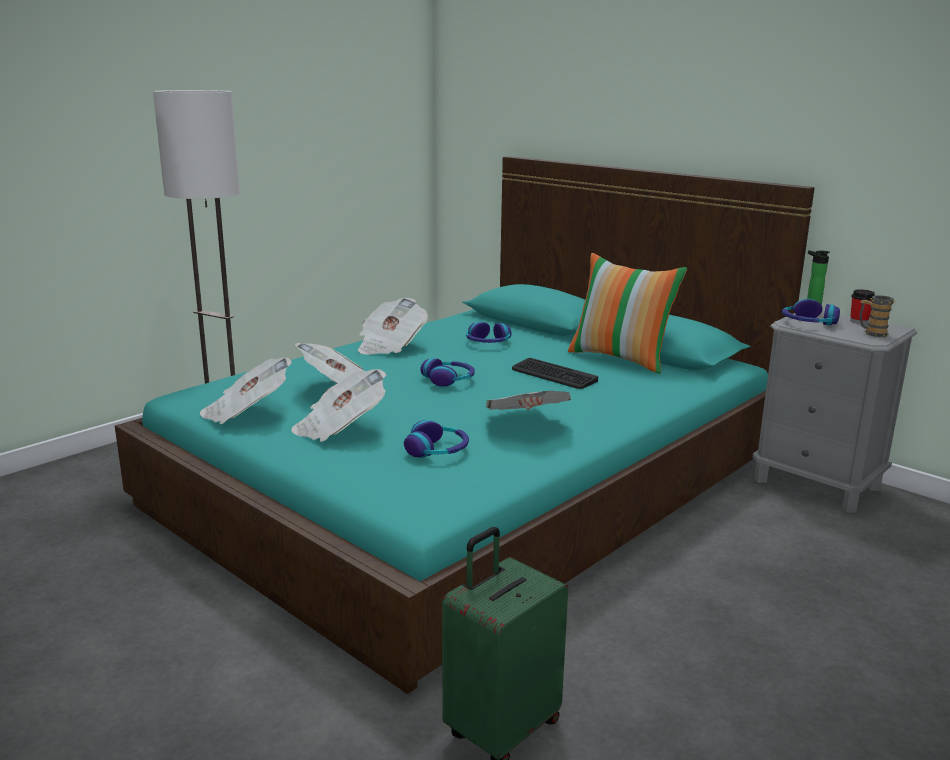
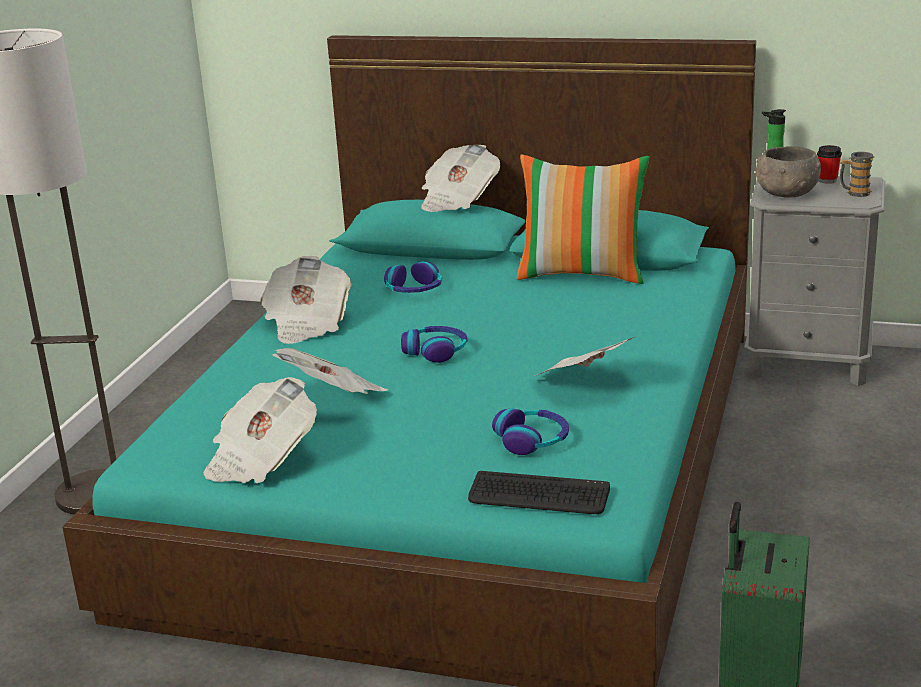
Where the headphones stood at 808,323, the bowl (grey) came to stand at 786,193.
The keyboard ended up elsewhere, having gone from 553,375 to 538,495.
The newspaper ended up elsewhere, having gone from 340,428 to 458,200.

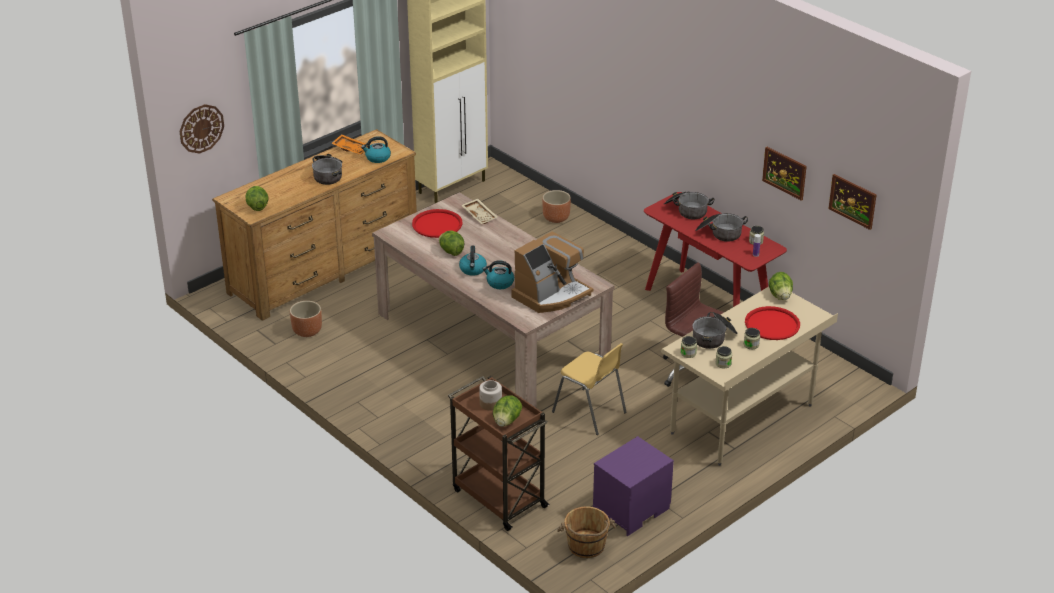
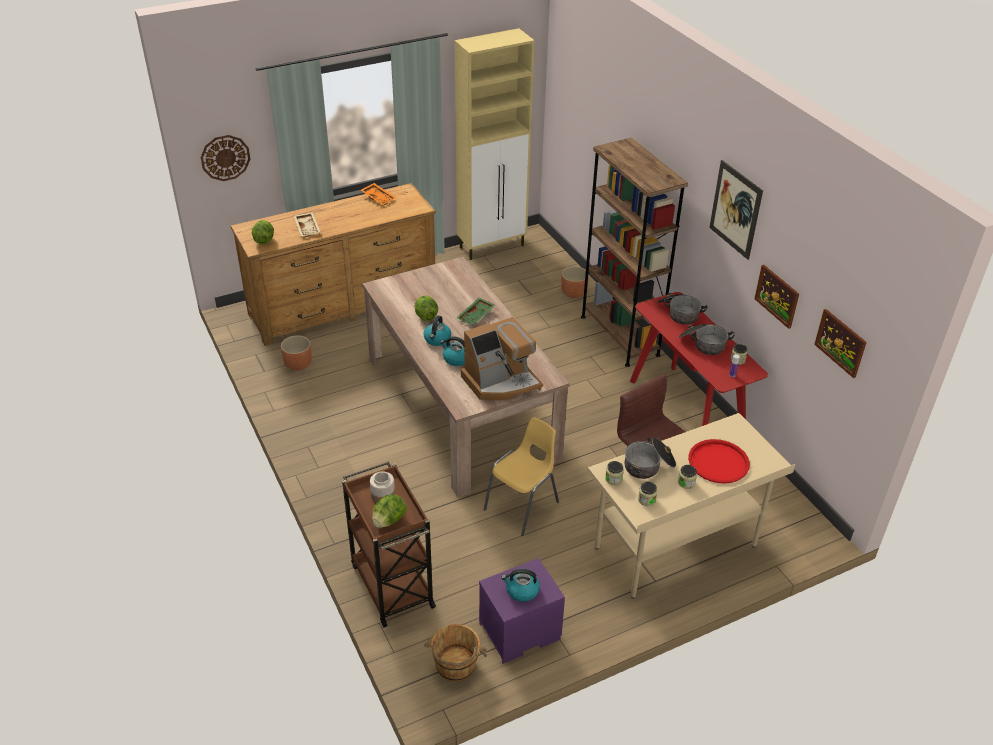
The kettle ended up elsewhere, having gone from 377,158 to 521,591.
The second view lost the cooking pot at 328,175.
The tray (beige) ended up elsewhere, having gone from 480,215 to 308,228.
The second view lost the tray (red) at 437,224.
The second view lost the lettuce at 780,296.
The chair (yellow) at 590,412 ended up facing another way, 105 degrees counterclockwise from before.
The second view gained the bookcase (brown) at 619,335.
The second view gained the picture at 735,209.
The second view gained the tray (green) at 476,316.

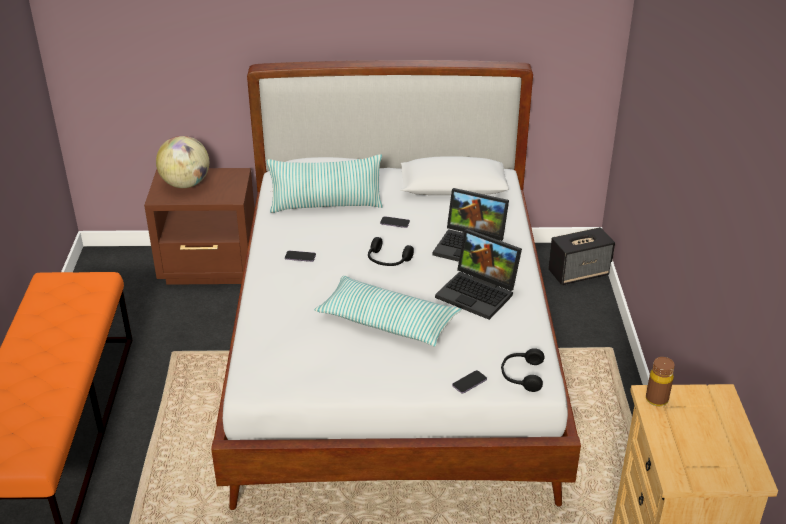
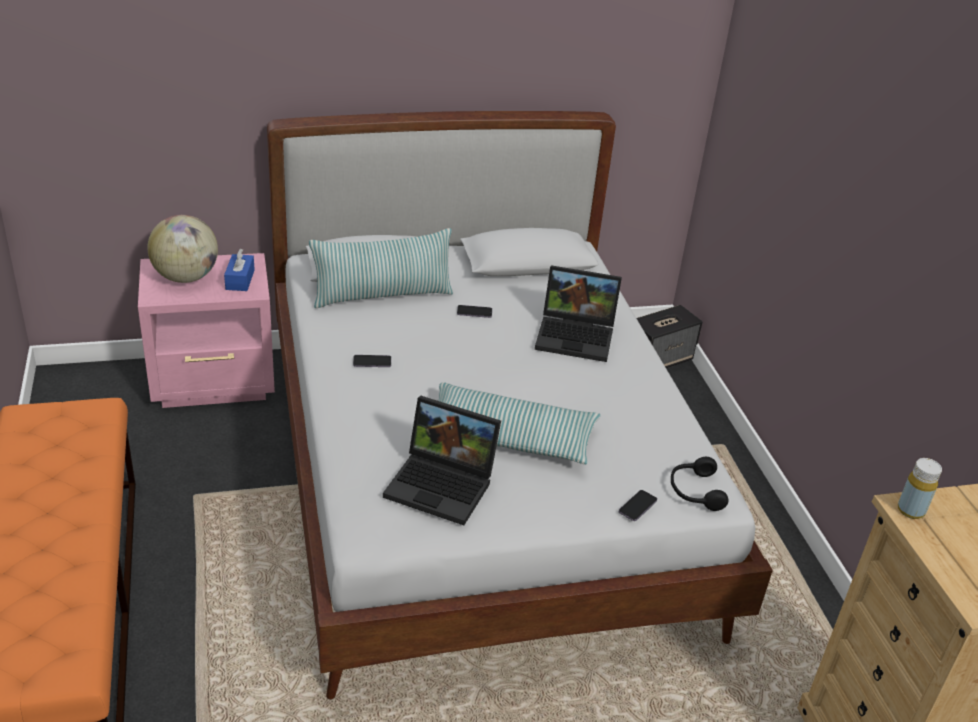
What was the nightstand (brown) at 210,268 turned into the nightstand (pink) at 215,383.
The laptop ended up elsewhere, having gone from 479,293 to 443,485.
The second view lost the headphones (black) at 387,260.
What was the bottle (brown) at 656,399 turned into the bottle (yellow) at 911,510.
The second view gained the tissue box (blue) at 240,280.

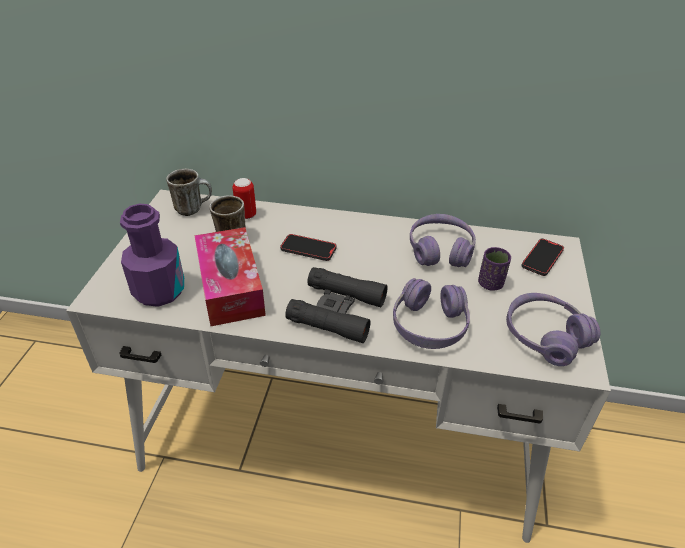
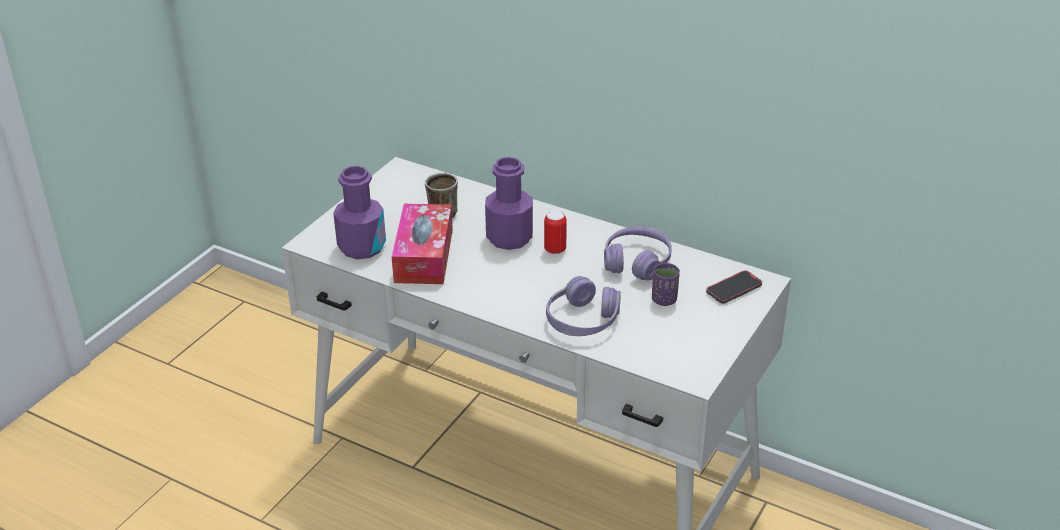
The second view lost the mug at 194,208.
The can ended up elsewhere, having gone from 246,215 to 555,250.
Where the phone stood at 308,249, the bottle (purple) came to stand at 509,238.
The second view lost the binoculars (black) at 337,311.
The second view lost the headphones (purple) at 545,336.

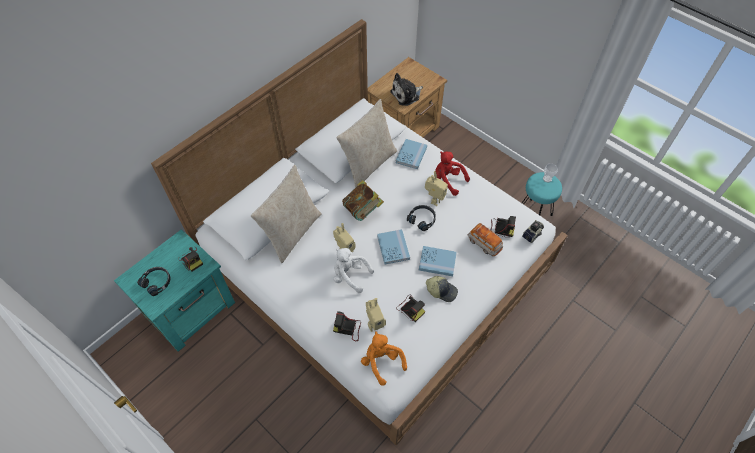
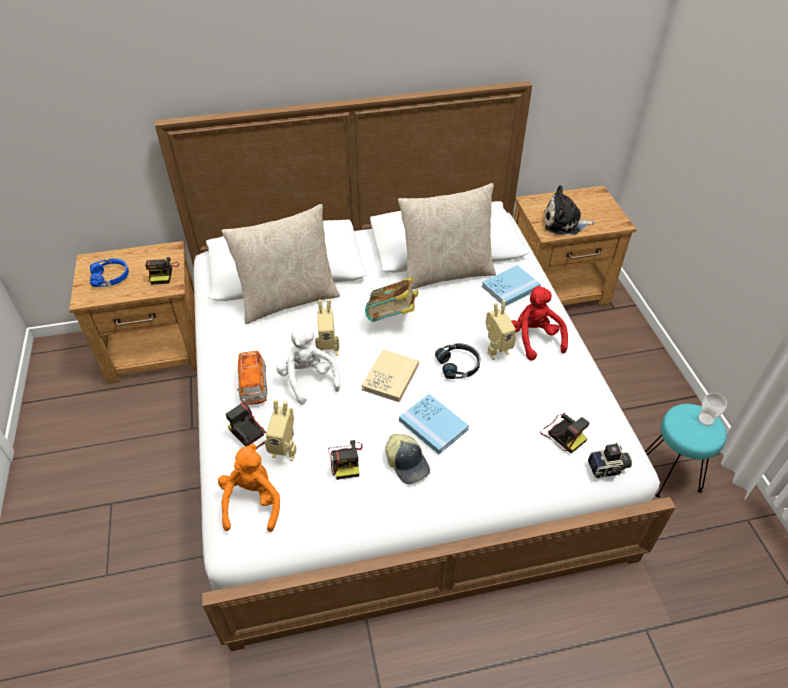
The toy car ended up elsewhere, having gone from 484,244 to 253,386.
What was the nightstand (turquoise) at 191,309 turned into the nightstand (brown) at 158,349.
What was the book (blue) at 393,247 turned into the book (beige) at 390,377.
What was the headphones (black) at 157,282 turned into the headphones (blue) at 111,277.

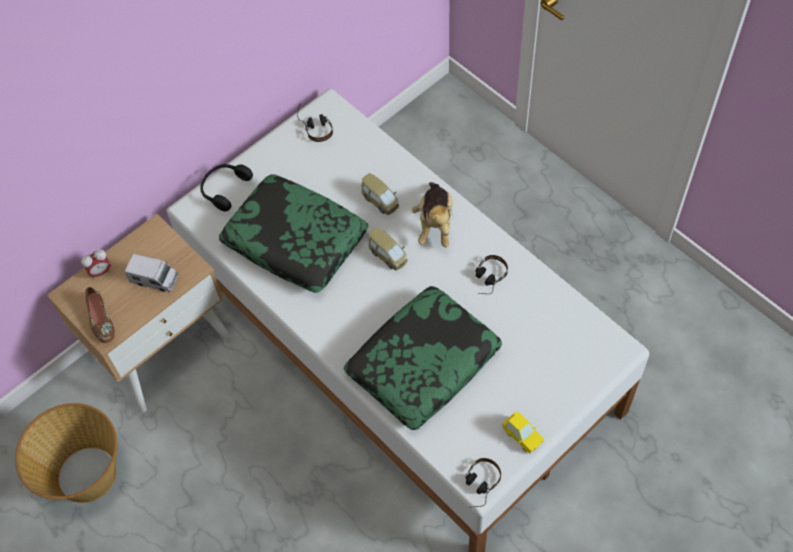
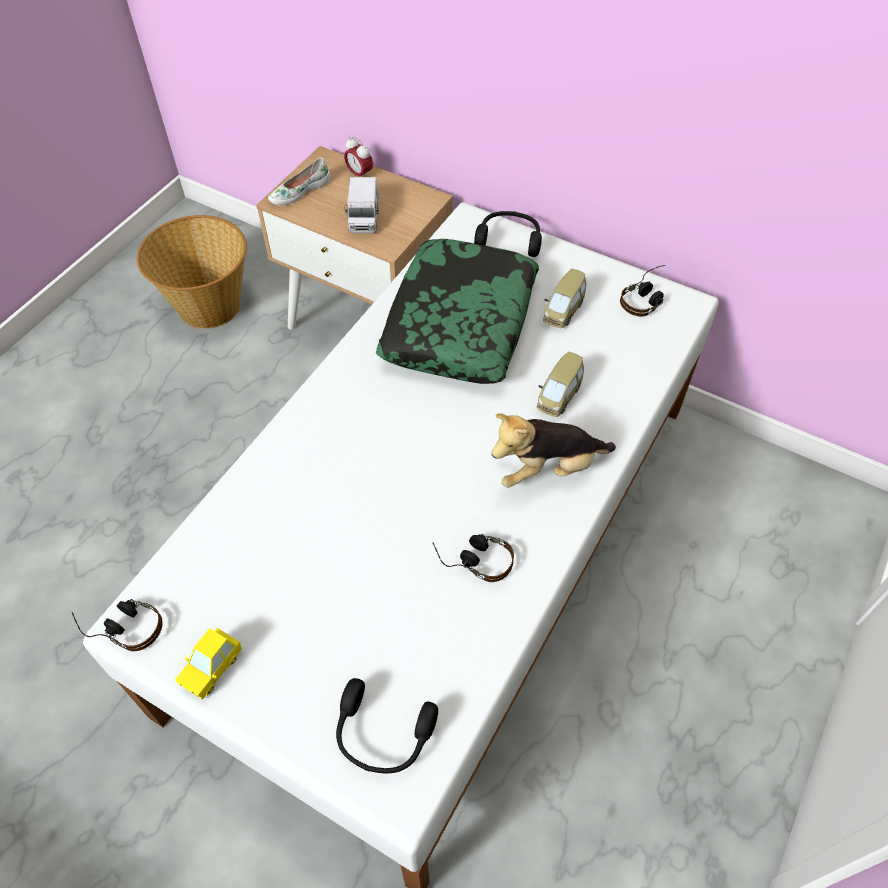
The toy car ended up elsewhere, having gone from 388,255 to 563,310.
The second view lost the pillow at 423,362.
What was the shoe (brown) at 100,320 turned into the shoe (white) at 299,191.
The second view gained the headphones (black) at 382,735.

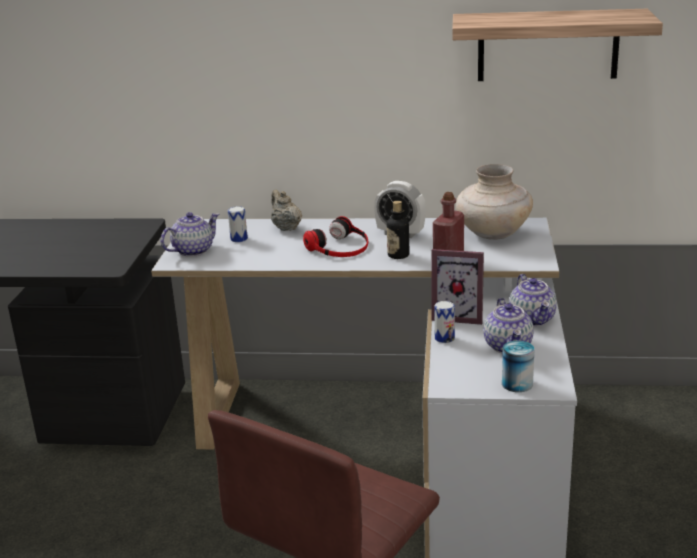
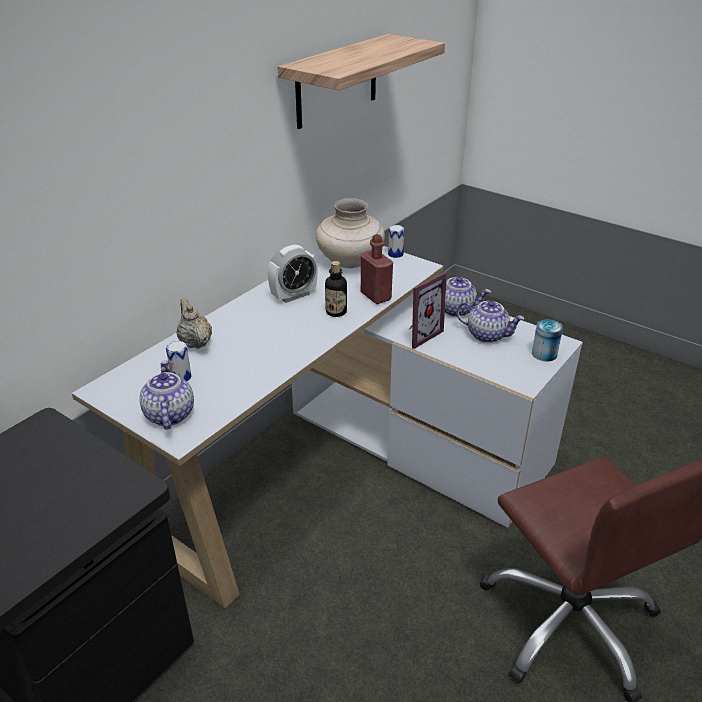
The teapot (beige) at 286,228 ended up facing another way, 60 degrees clockwise from before.
The second view lost the headphones at 340,247.
The can ended up elsewhere, having gone from 444,338 to 395,254.

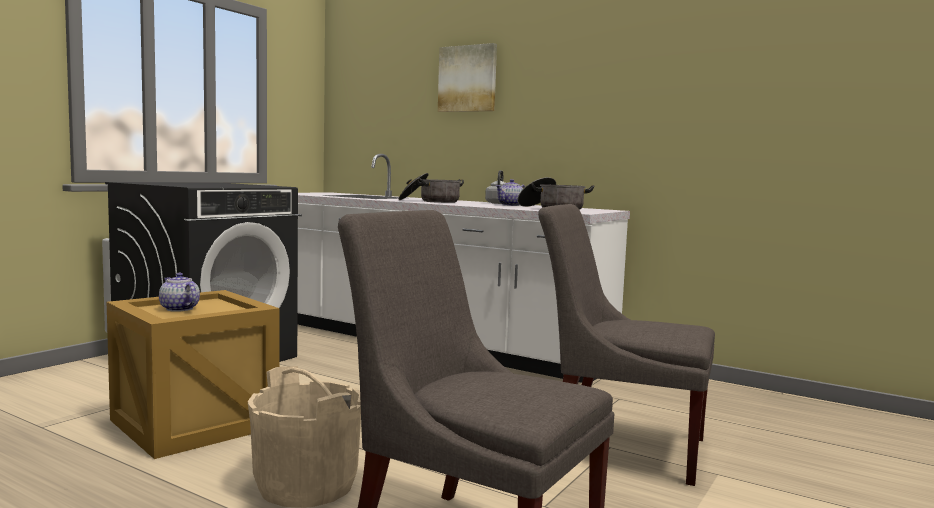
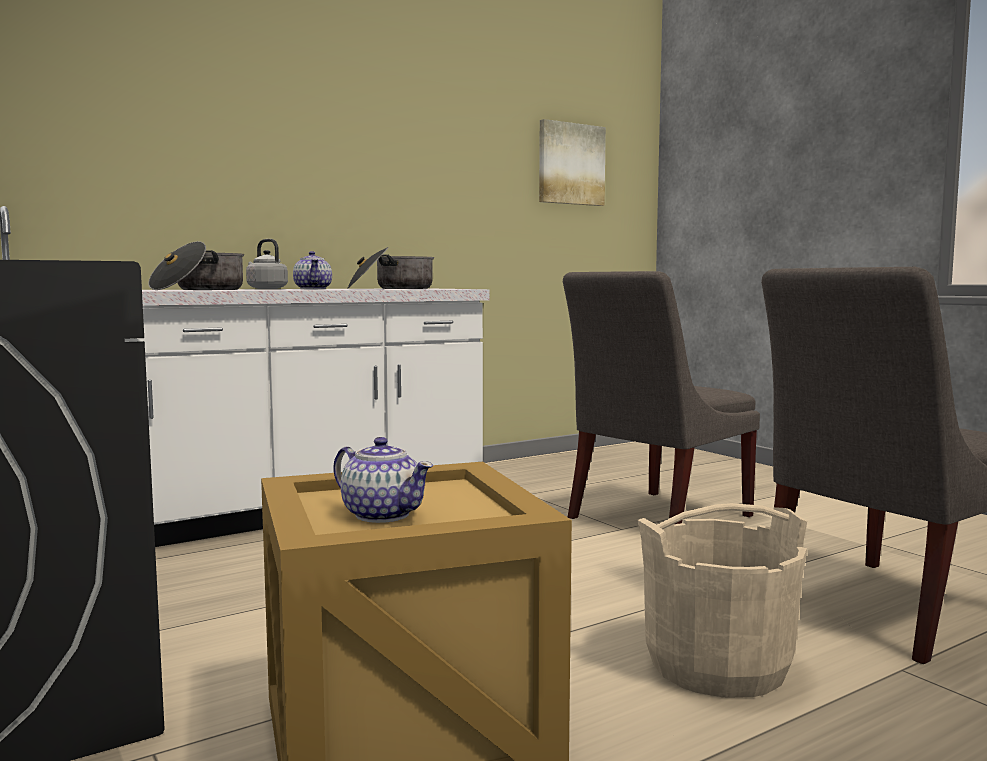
The picture ended up elsewhere, having gone from 468,79 to 570,164.
The teapot at 179,309 ended up facing another way, 120 degrees counterclockwise from before.

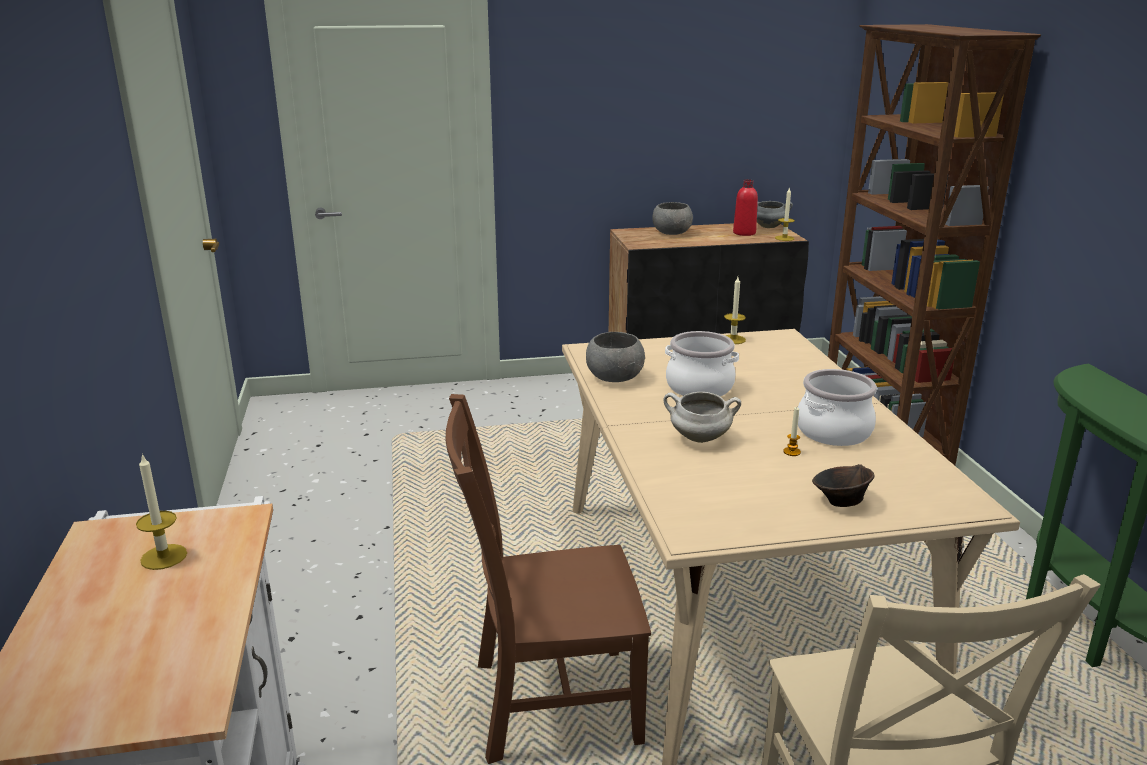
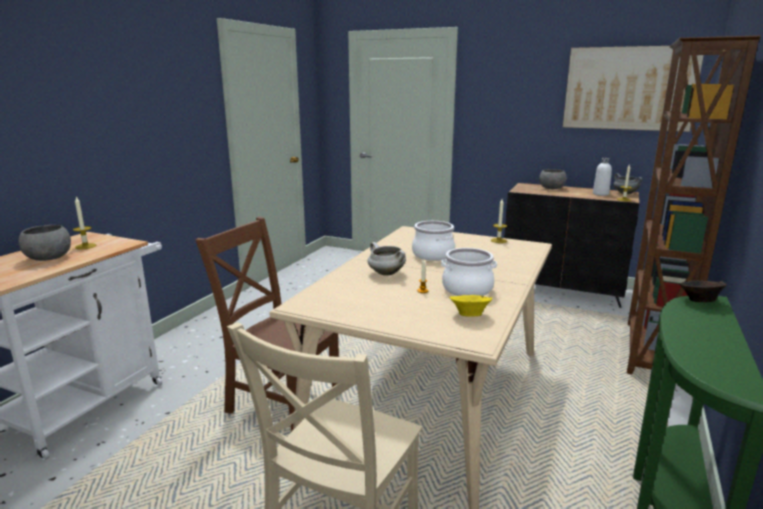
What was the bottle (red) at 744,233 turned into the bottle (white) at 600,194.
The bowl (grey) ended up elsewhere, having gone from 614,377 to 49,258.
The bowl (brown) ended up elsewhere, having gone from 840,502 to 698,301.
The second view gained the picture at 629,88.
The second view gained the bowl (yellow) at 469,315.

